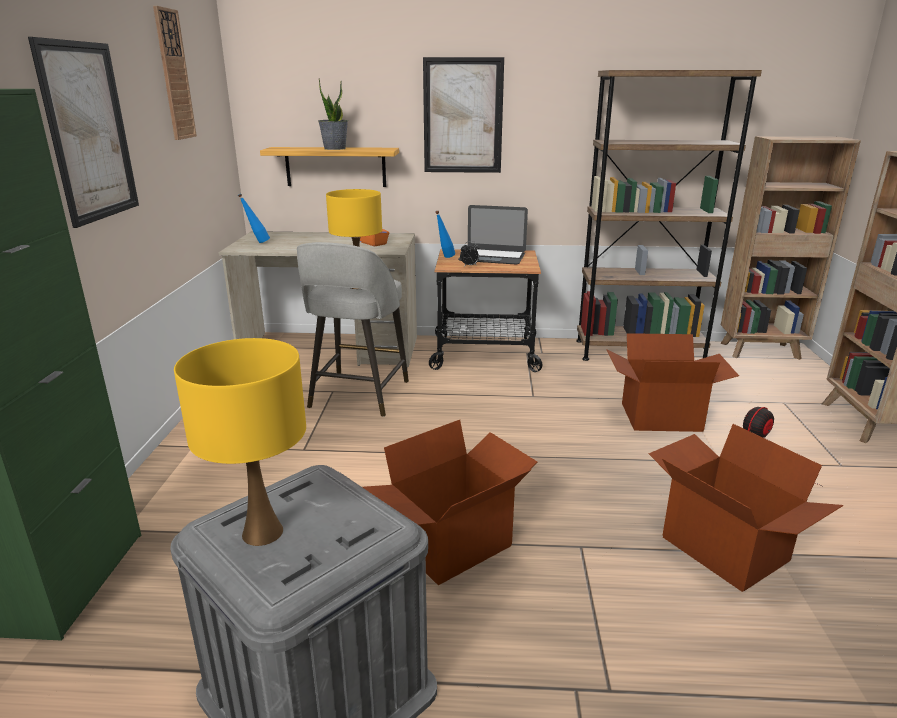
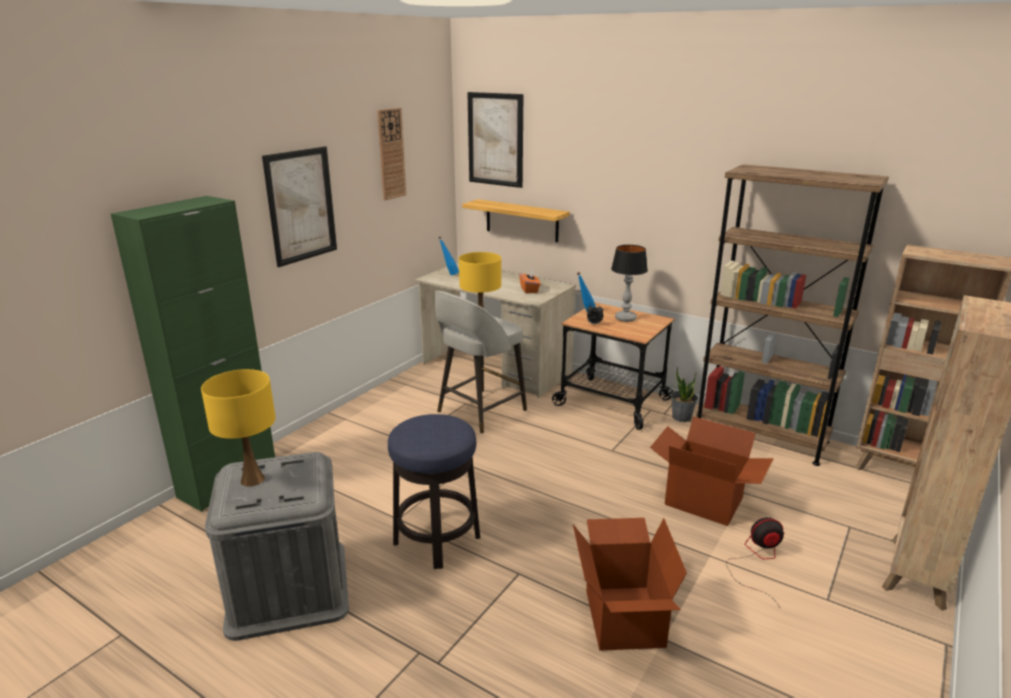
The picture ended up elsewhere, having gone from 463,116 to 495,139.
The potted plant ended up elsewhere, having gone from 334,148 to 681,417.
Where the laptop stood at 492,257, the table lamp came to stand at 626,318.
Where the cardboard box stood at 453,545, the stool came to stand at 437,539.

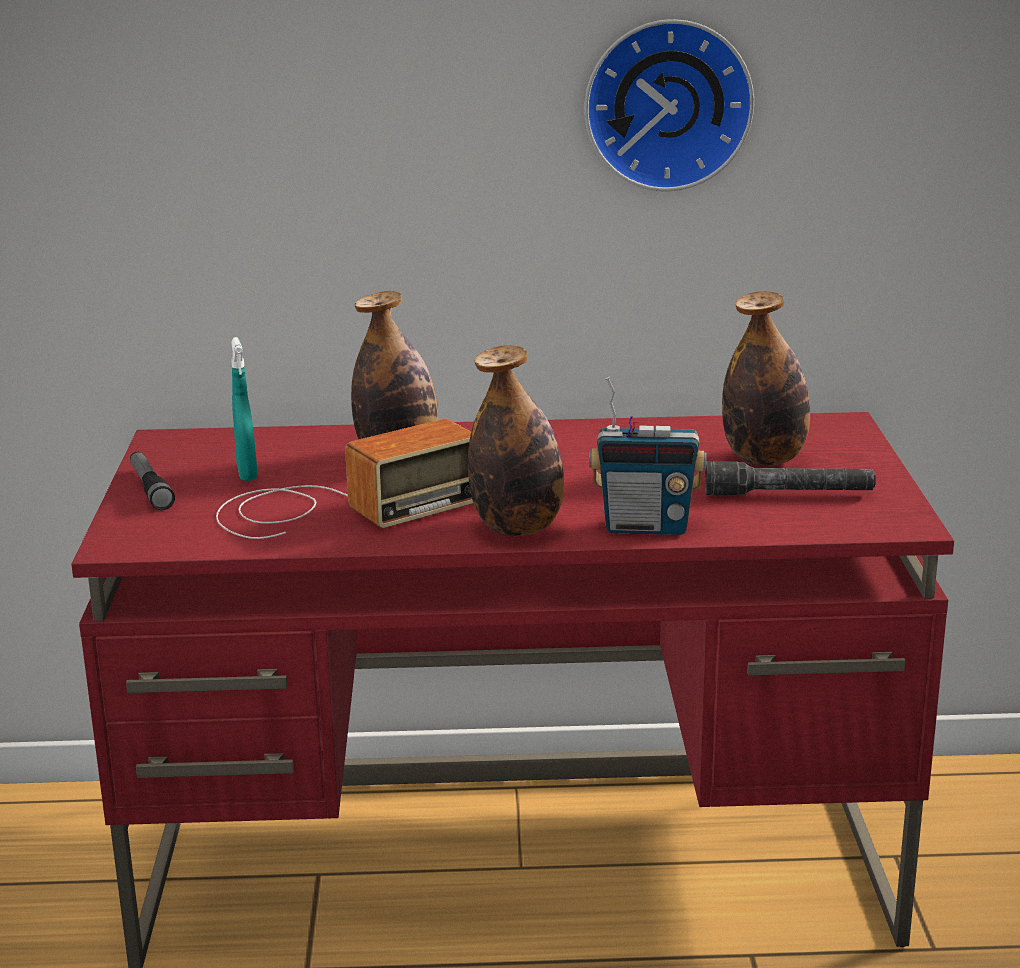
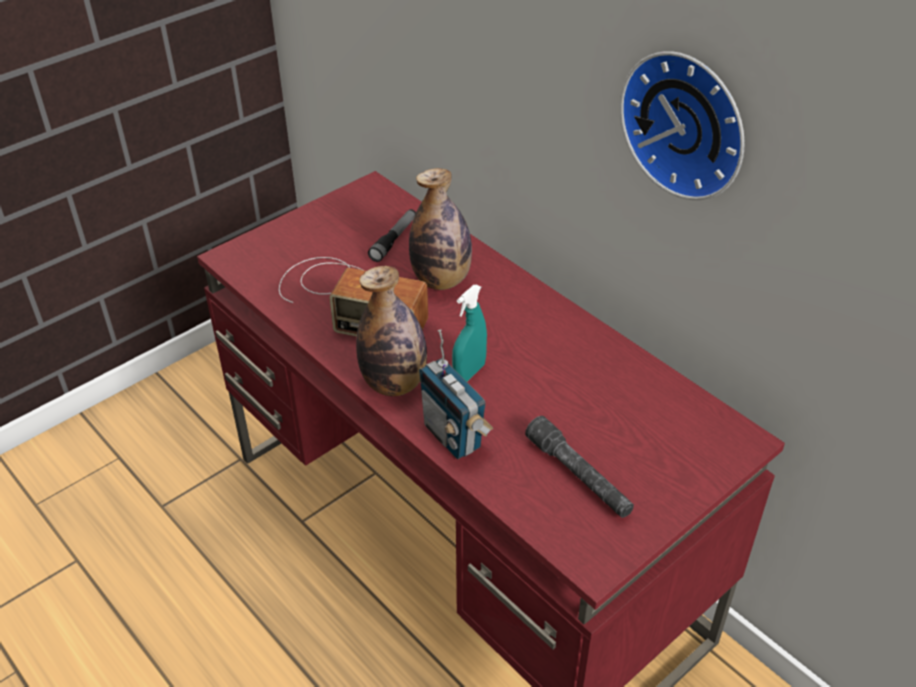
The second view lost the bottle at 764,460.
The spray bottle (turquoise) ended up elsewhere, having gone from 247,473 to 469,373.
The flashlight ended up elsewhere, having gone from 150,489 to 394,240.

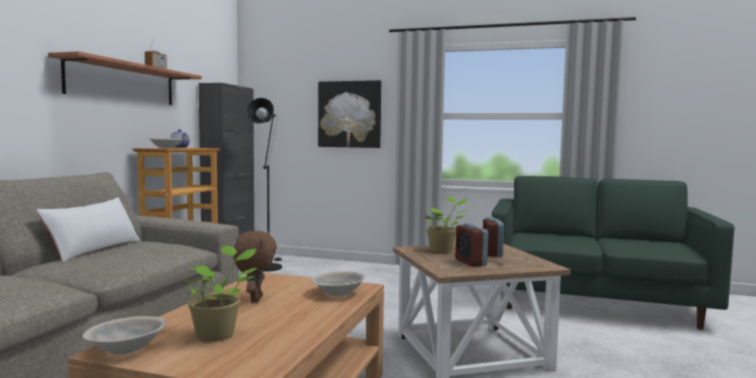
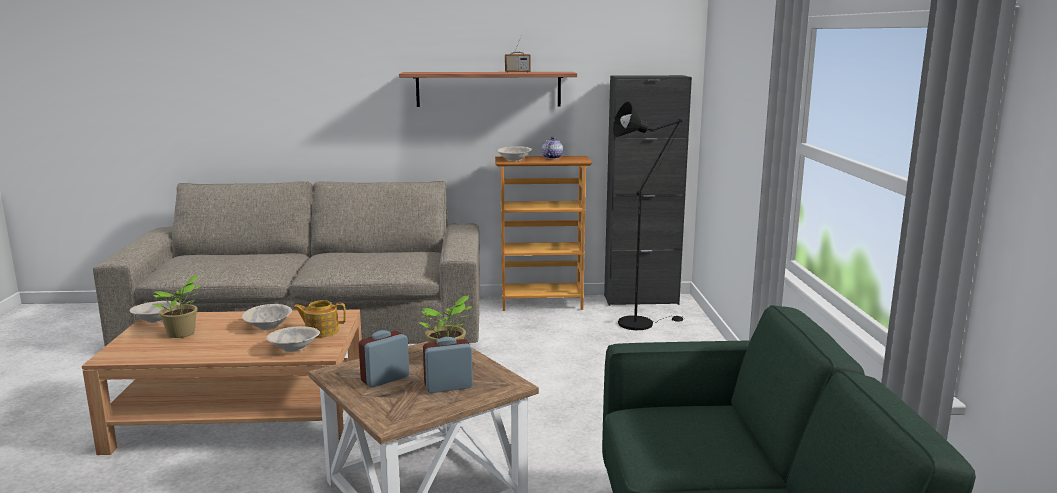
The second view lost the picture at 350,114.
The second view lost the pillow (white) at 94,250.
Where the plush toy (brown) stood at 255,299, the bowl (beige) came to stand at 268,326.
The second view gained the teapot at 321,331.

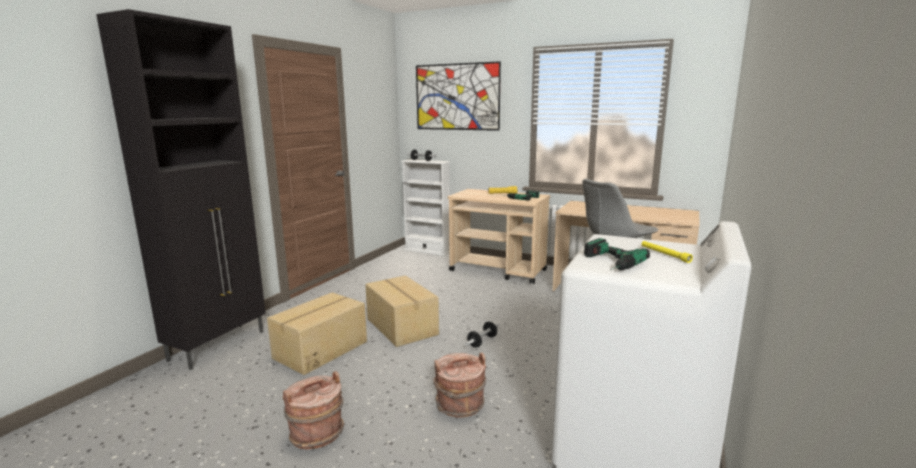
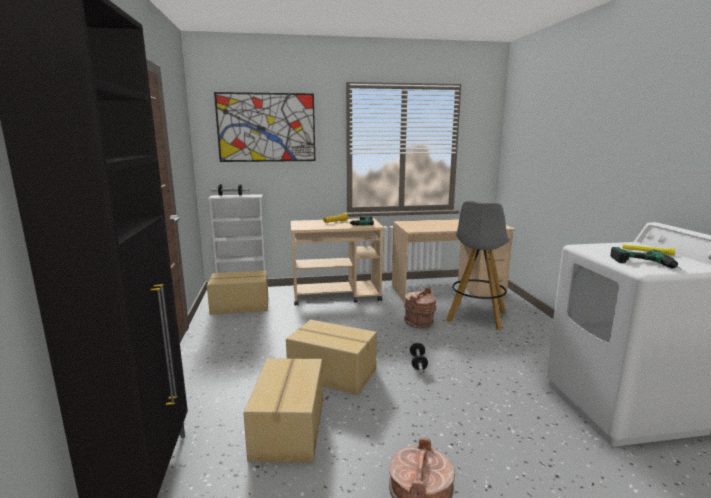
The bucket (brown) ended up elsewhere, having gone from 460,405 to 419,323.
The second view gained the cardboard box at 240,306.

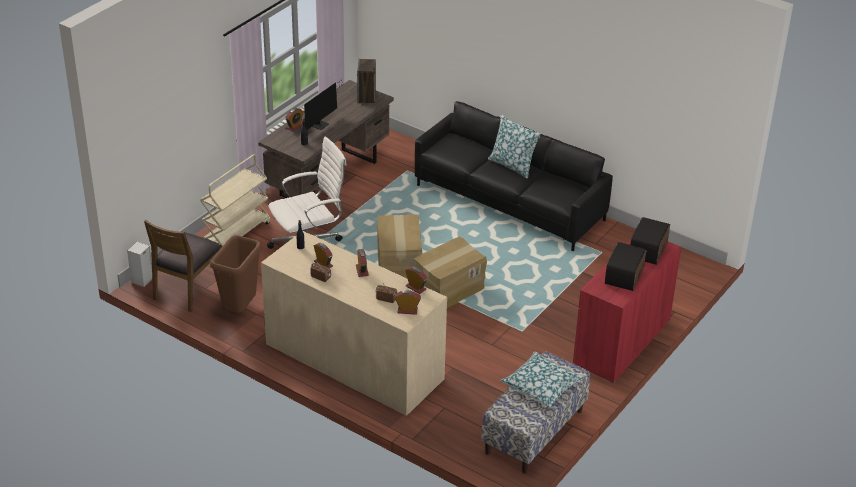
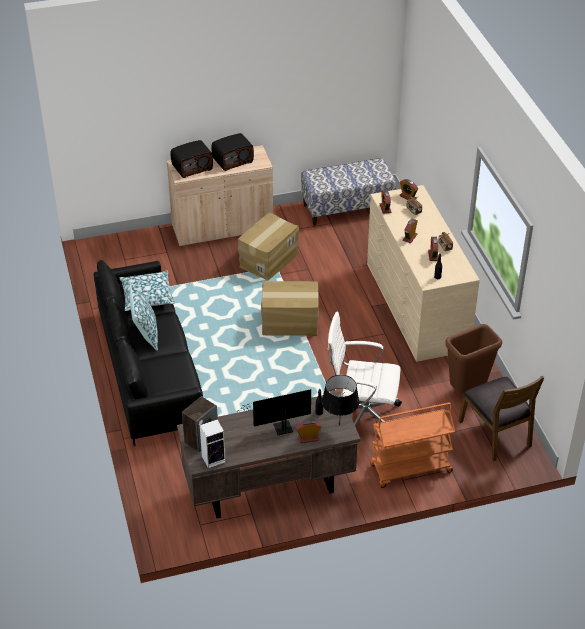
What was the cart (beige) at 236,233 turned into the cart (orange) at 410,469.
The cardboard box ended up elsewhere, having gone from 399,264 to 268,260.
The chair (brown) at 188,288 ended up facing another way, 90 degrees clockwise from before.
What was the cabinet (red) at 621,342 turned into the cabinet (beige) at 222,228.
The speaker ended up elsewhere, having gone from 142,281 to 214,458.
The pillow ended up elsewhere, having gone from 541,386 to 147,296.
The second view gained the table lamp (black) at 339,425.

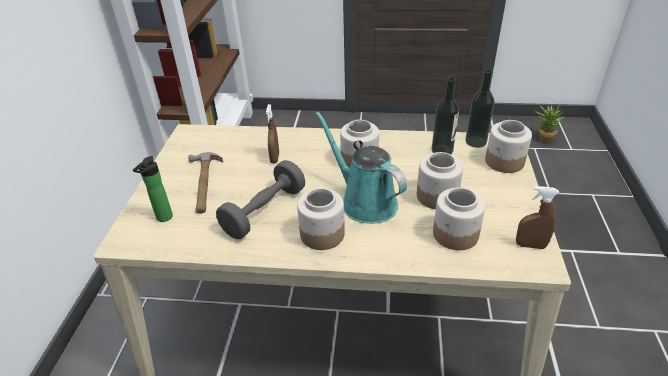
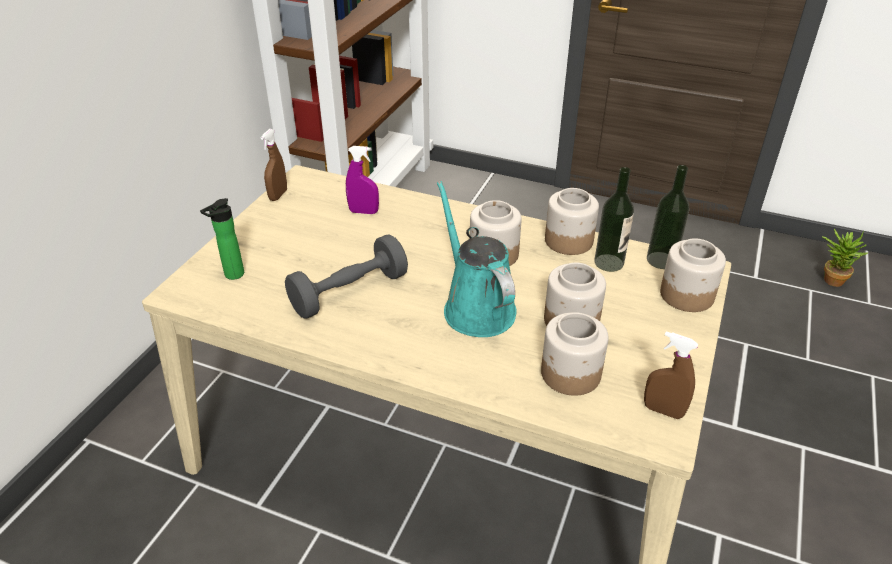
The spray bottle (brown) ended up elsewhere, having gone from 275,158 to 278,195.
The second view lost the hammer at 204,184.
The jar ended up elsewhere, having gone from 322,234 to 568,241.
The second view gained the spray bottle (purple) at 363,212.

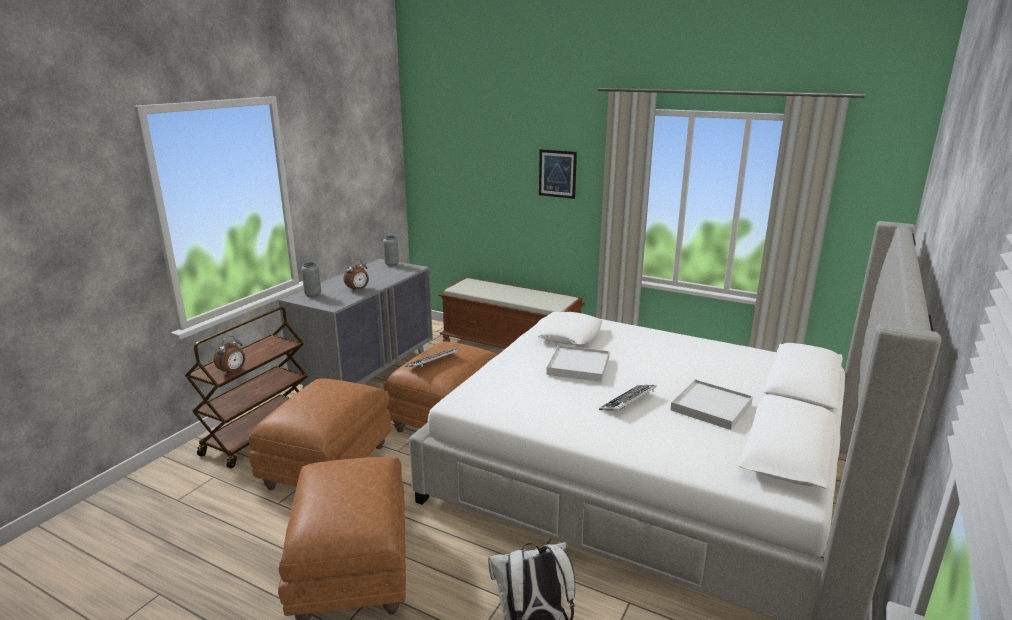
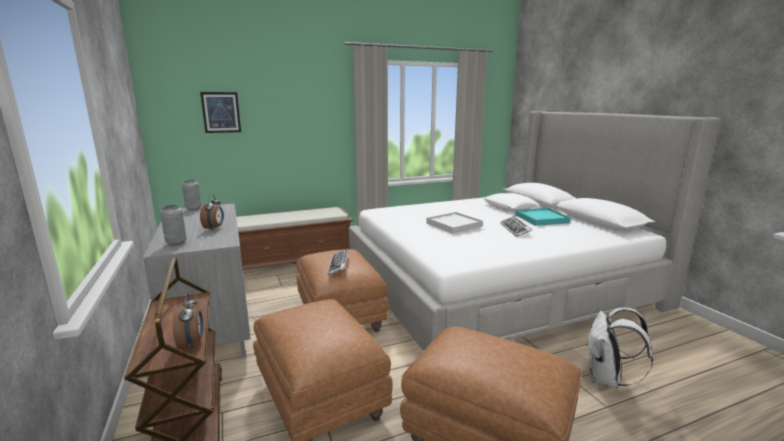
The picture ended up elsewhere, having gone from 557,173 to 221,112.
The pillow (white) ended up elsewhere, having gone from 569,335 to 510,207.
What was the tray (white) at 711,407 turned into the tray (turquoise) at 541,219.

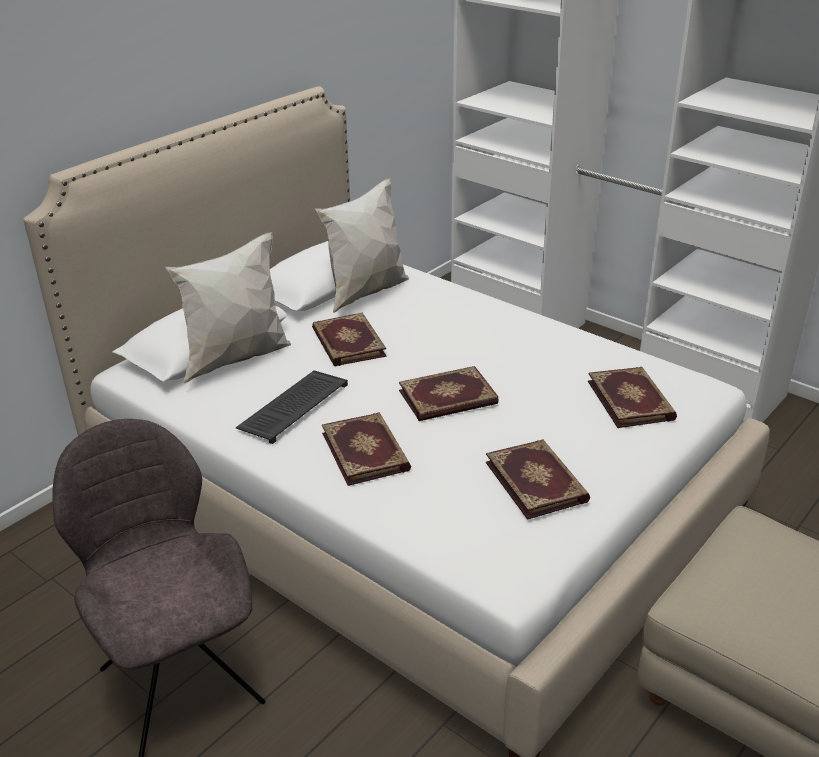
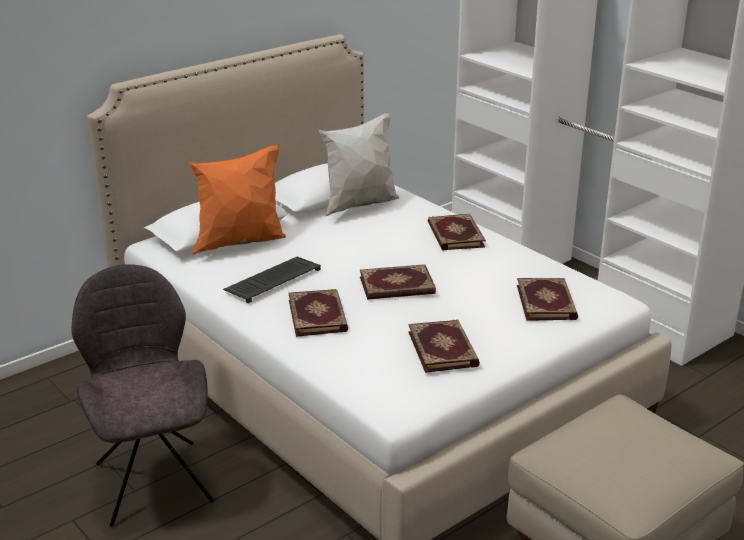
What was the pillow (white) at 237,358 turned into the pillow (orange) at 240,243.
The book ended up elsewhere, having gone from 347,343 to 454,235.

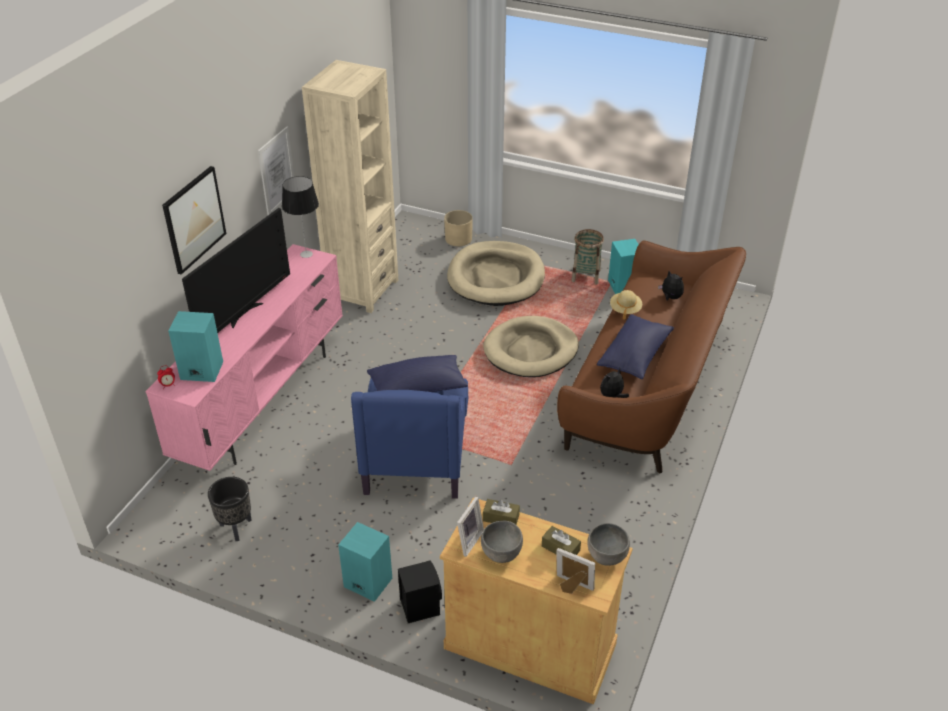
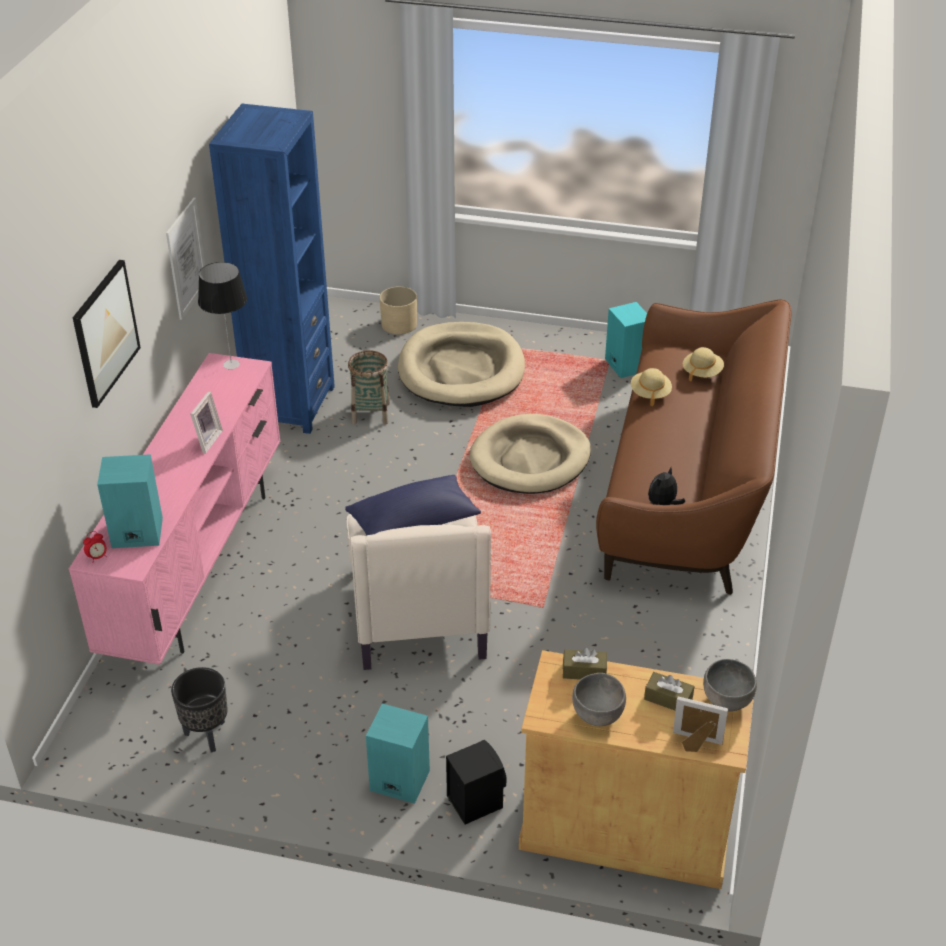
What was the bookcase (beige) at 362,290 turned into the bookcase (blue) at 290,405.
The second view lost the television at 244,314.
The basket ended up elsewhere, having gone from 586,276 to 371,413.
Where the plush toy stood at 670,297, the hat (beige) came to stand at 702,372.
The second view lost the pillow (blue) at 634,356.
What was the armchair (blue) at 416,455 turned into the armchair (beige) at 418,610.
The picture frame ended up elsewhere, having gone from 467,540 to 206,440.

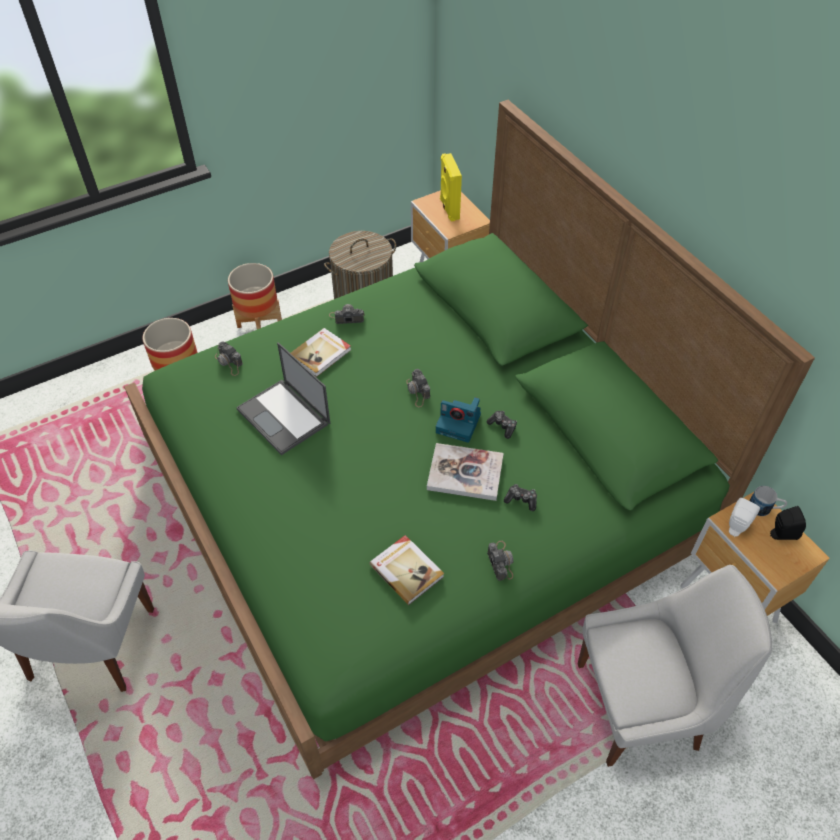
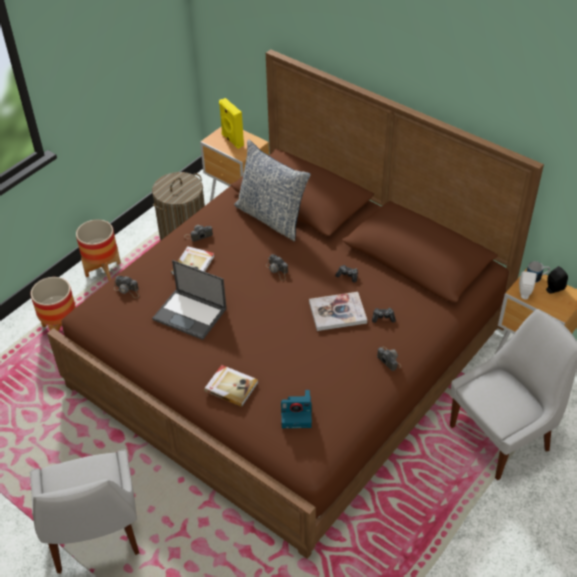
What was the bed (green) at 421,496 turned into the bed (brown) at 290,354.
The photo camera ended up elsewhere, having gone from 459,423 to 297,414.
The book ended up elsewhere, having gone from 407,570 to 231,386.
The second view gained the pillow at 272,218.

